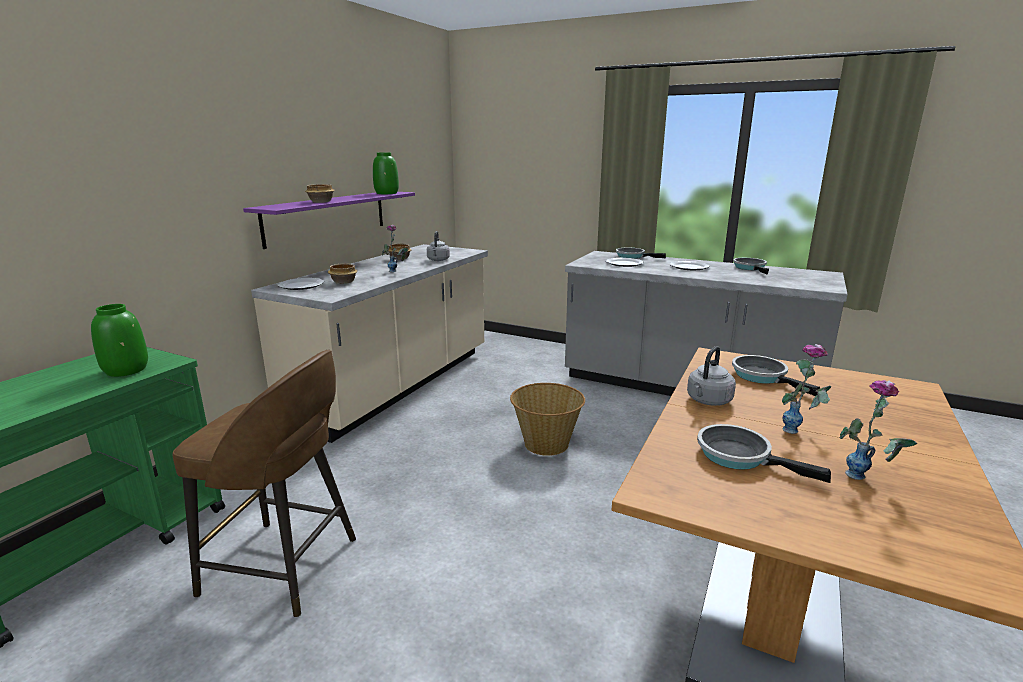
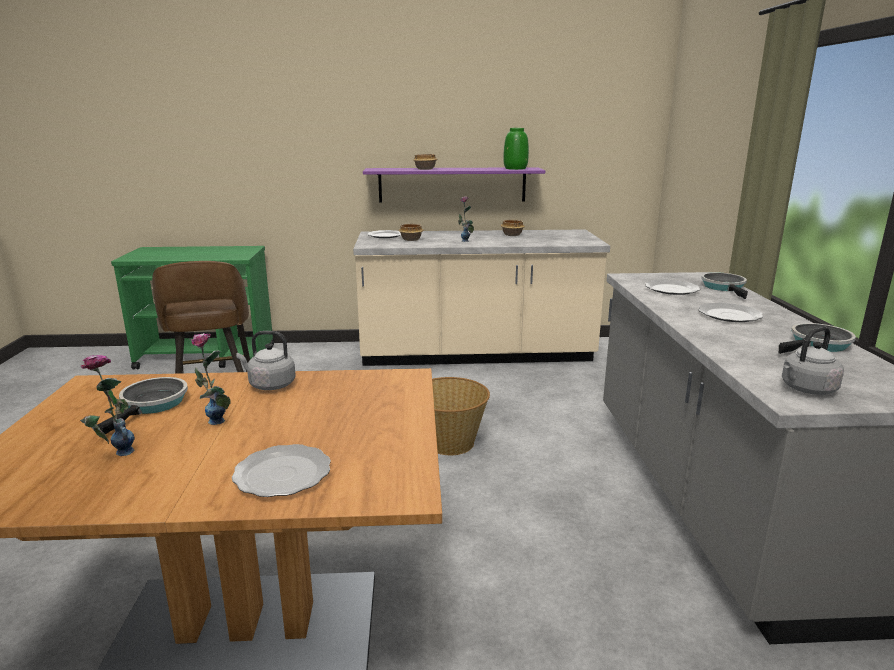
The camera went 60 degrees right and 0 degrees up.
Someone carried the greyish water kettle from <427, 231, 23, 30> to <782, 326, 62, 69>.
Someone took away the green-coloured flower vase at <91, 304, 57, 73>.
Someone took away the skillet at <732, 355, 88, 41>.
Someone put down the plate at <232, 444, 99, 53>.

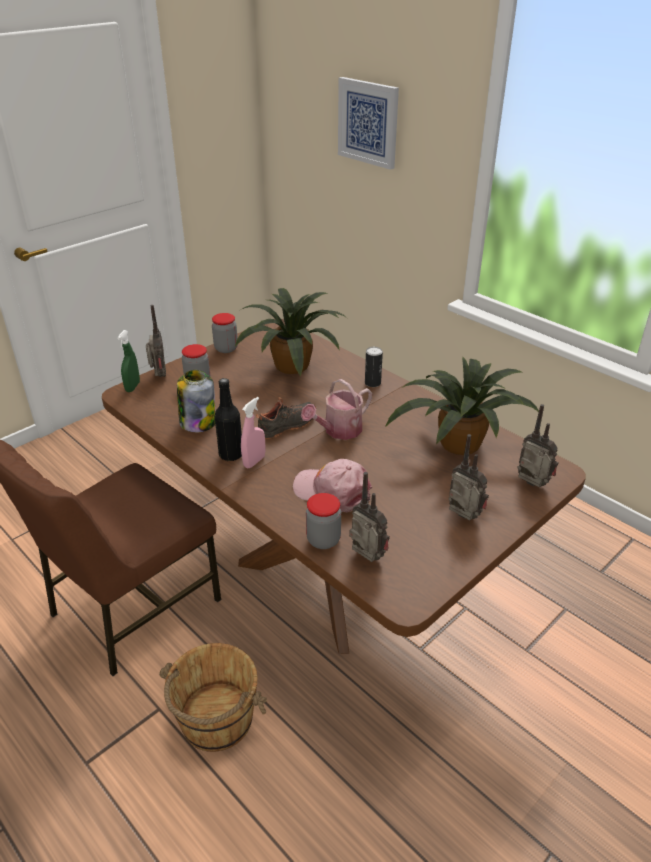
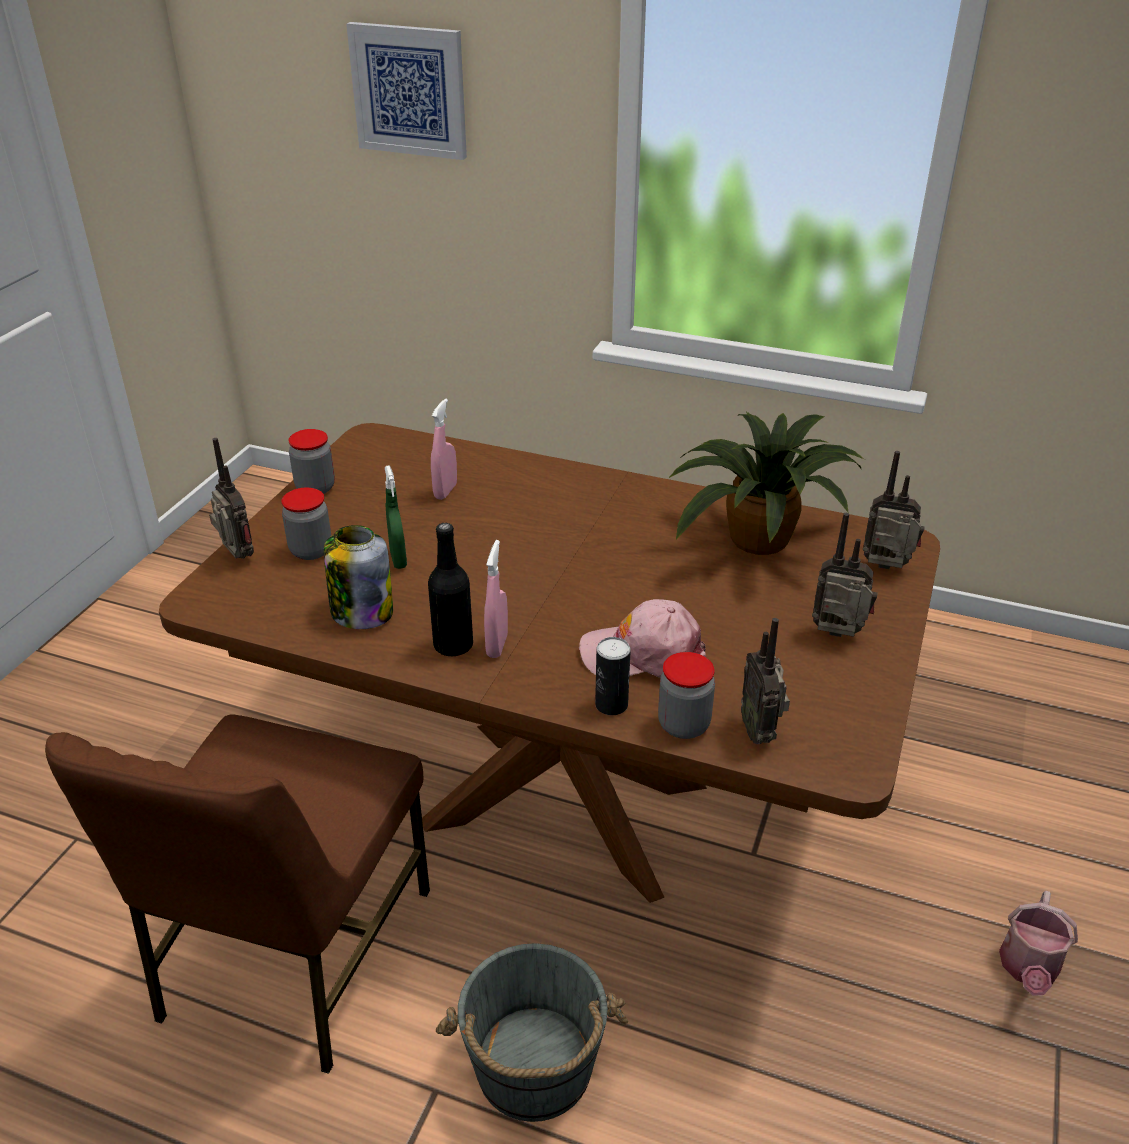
The camera went 25 degrees left and 0 degrees up.
Someone swapped the plant in a pot at <235, 288, 112, 89> for the pinkish hand sprayer at <431, 398, 26, 102>.
Someone carried the green-coloured hand sprayer from <117, 330, 23, 62> to <385, 465, 22, 104>.
Someone carried the sealed can from <365, 347, 18, 40> to <595, 637, 36, 78>.
Someone carried the watering pot from <301, 379, 71, 61> to <999, 891, 79, 105>.
Someone took away the blackish item of footwear at <256, 397, 60, 42>.
Someone rotated the radio set at <349, 472, 41, 90> by 120 degrees counterclockwise.
Someone repainted the brown pail at <159, 643, 108, 109>, which became the greyish pail at <436, 943, 192, 179>.

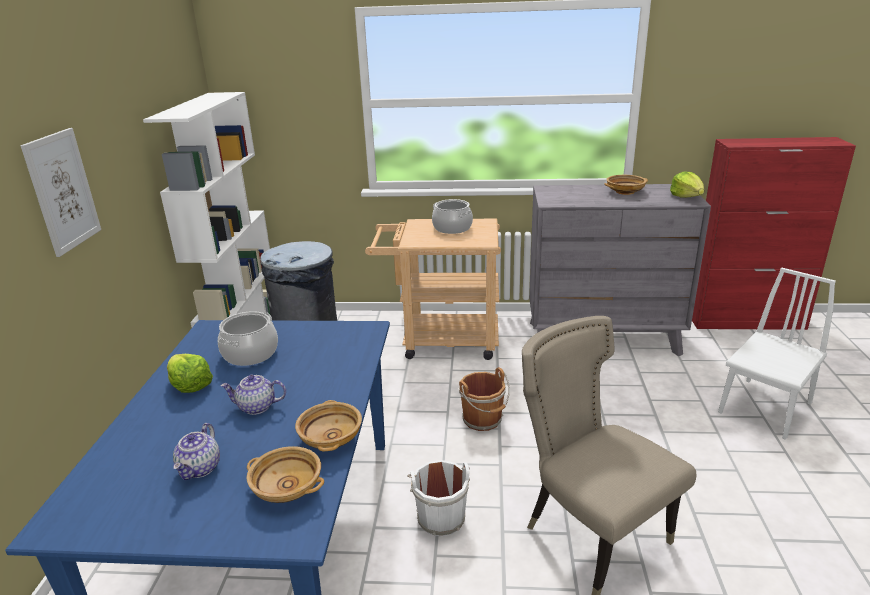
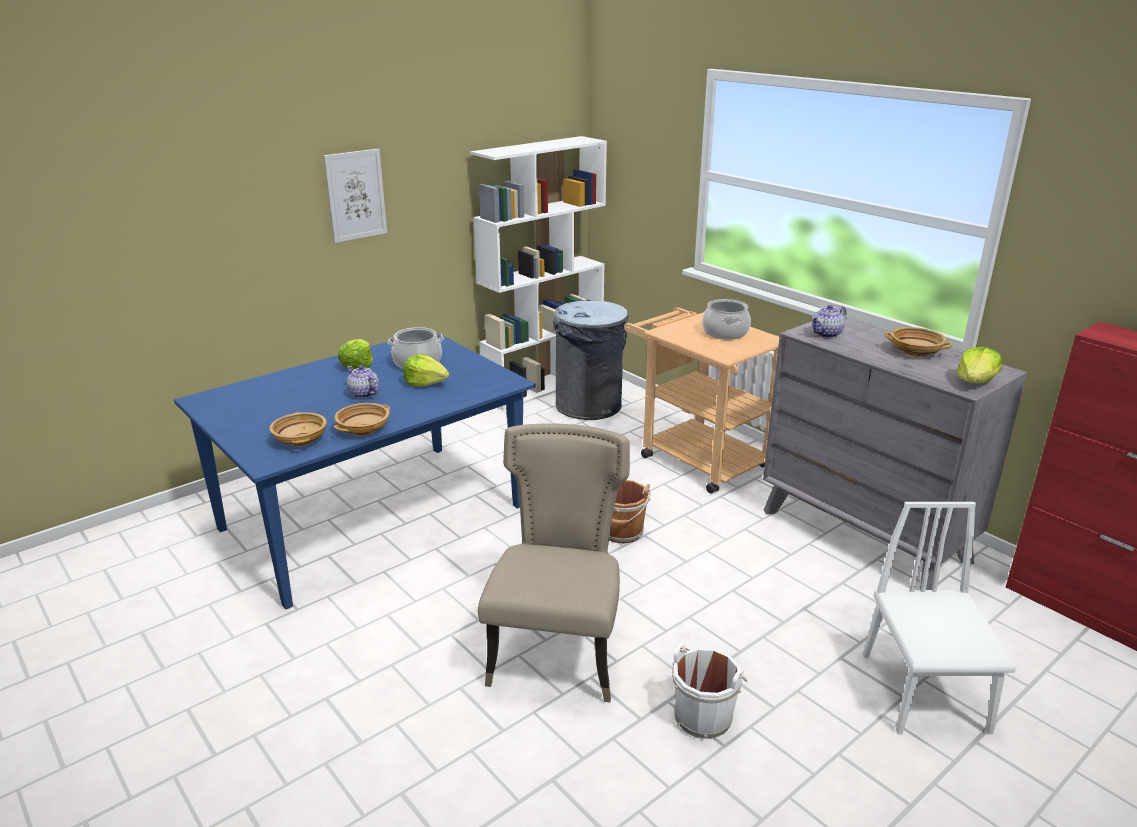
The camera went 45 degrees right and 0 degrees up.
Someone rotated the white chair at <718, 268, 118, 172> by 90 degrees counterclockwise.
Someone carried the pot for tea from <173, 423, 47, 57> to <811, 305, 36, 33>.
Someone carried the white pail from <407, 460, 63, 77> to <672, 643, 75, 96>.
Someone put down the lettuce at <403, 354, 46, 32>.

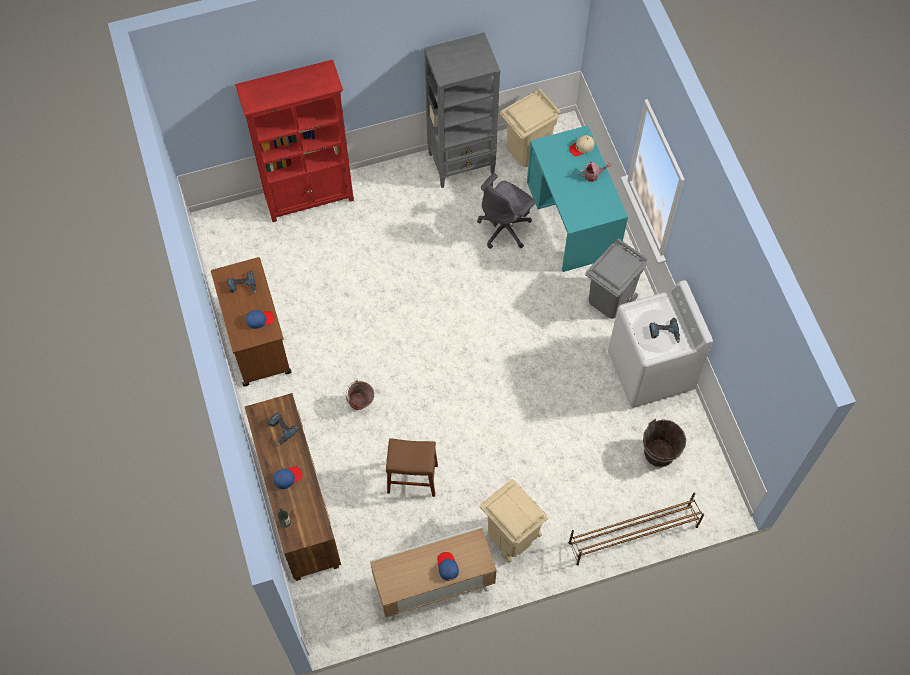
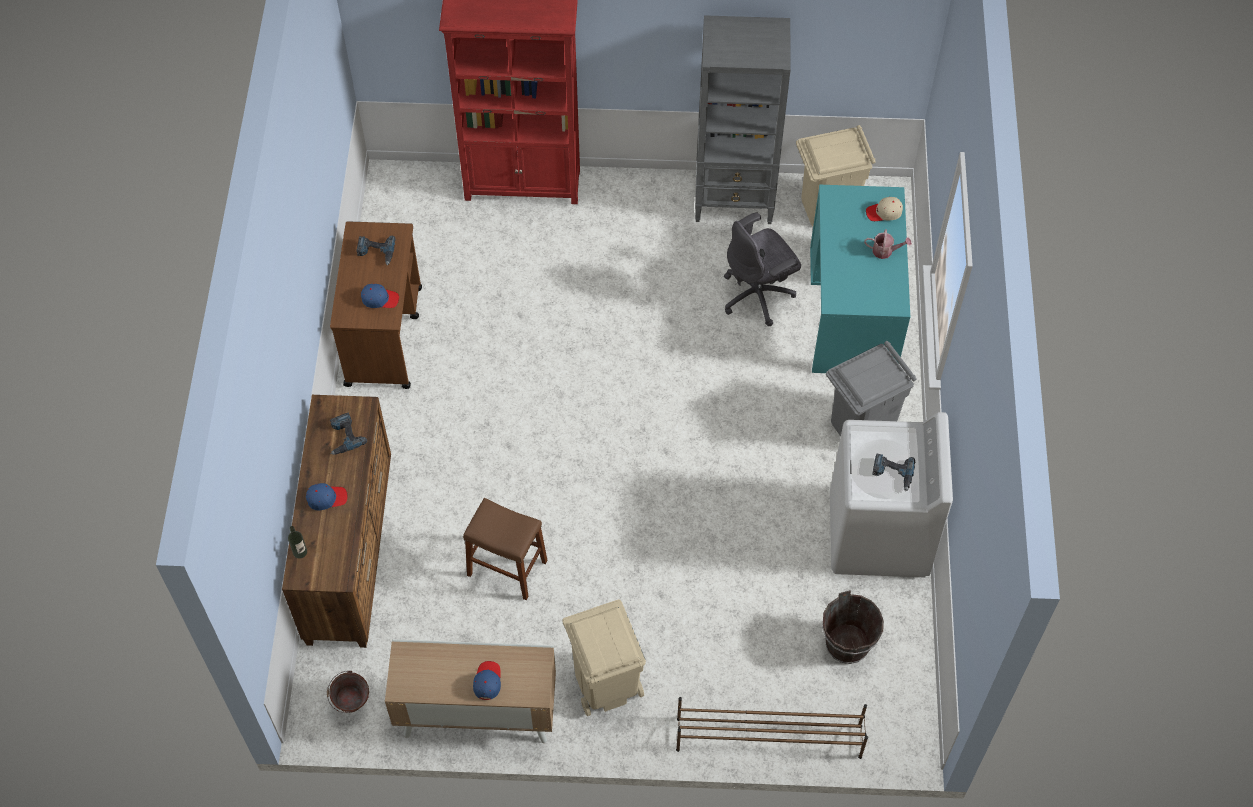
The camera went 20 degrees right and 5 degrees down.
Someone carried the pail from <346, 381, 28, 29> to <327, 671, 42, 42>.

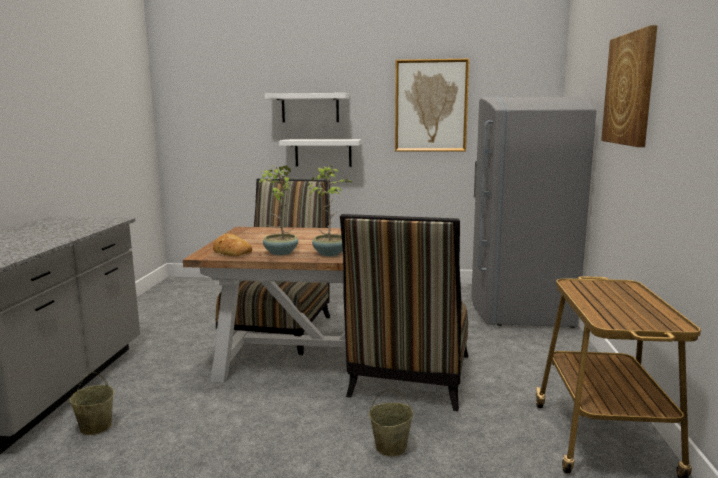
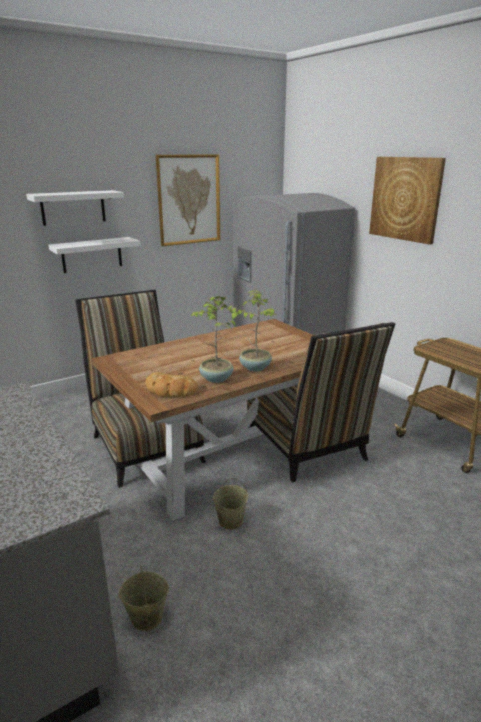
The camera went 40 degrees left and 10 degrees up.
Someone carried the beige pail from <369, 388, 44, 68> to <213, 478, 35, 52>.

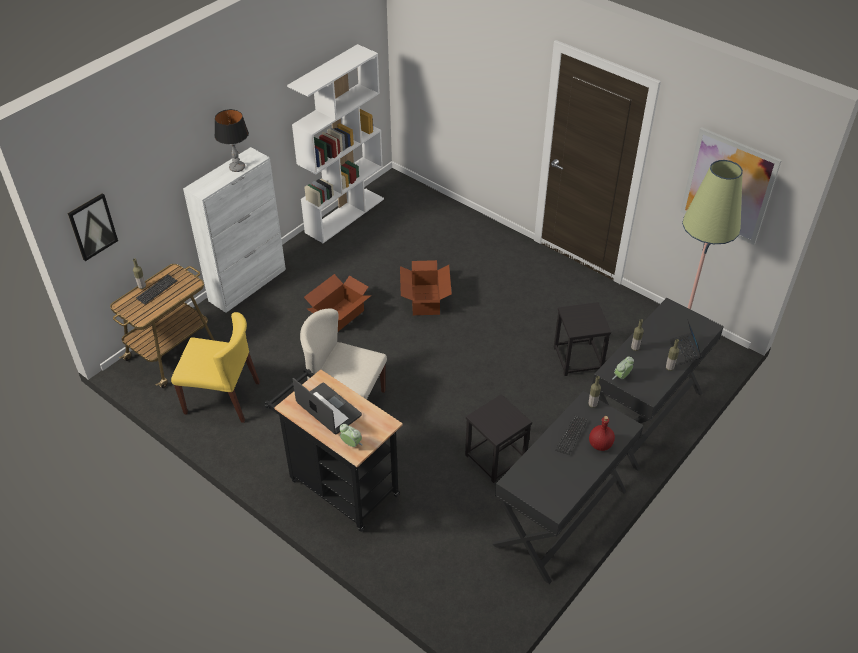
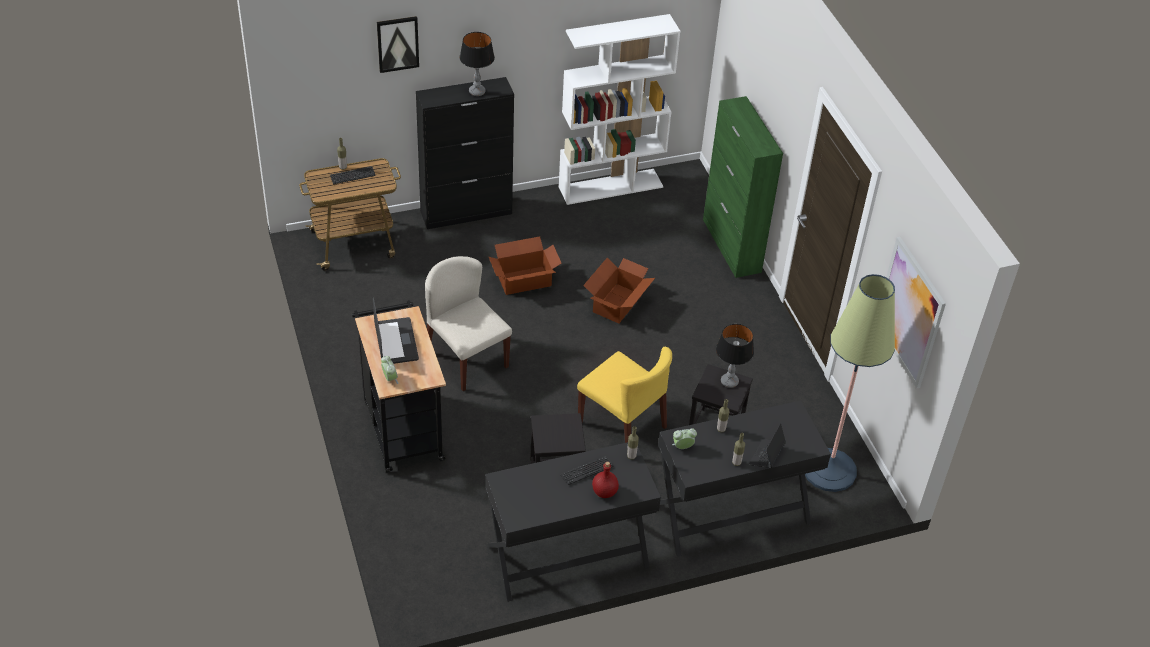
The camera went 30 degrees right and 0 degrees up.
Someone repainted the white cupboard at <183, 147, 103, 166>, which became the blackish cupboard at <416, 77, 98, 152>.
Someone carried the wall art from <67, 193, 51, 68> to <377, 16, 42, 57>.
Someone carried the yellowish chair from <171, 312, 89, 111> to <577, 347, 95, 96>.
Someone put down the green-coloured cupboard at <703, 96, 80, 182>.
Someone put down the table lamp at <716, 324, 38, 64>.

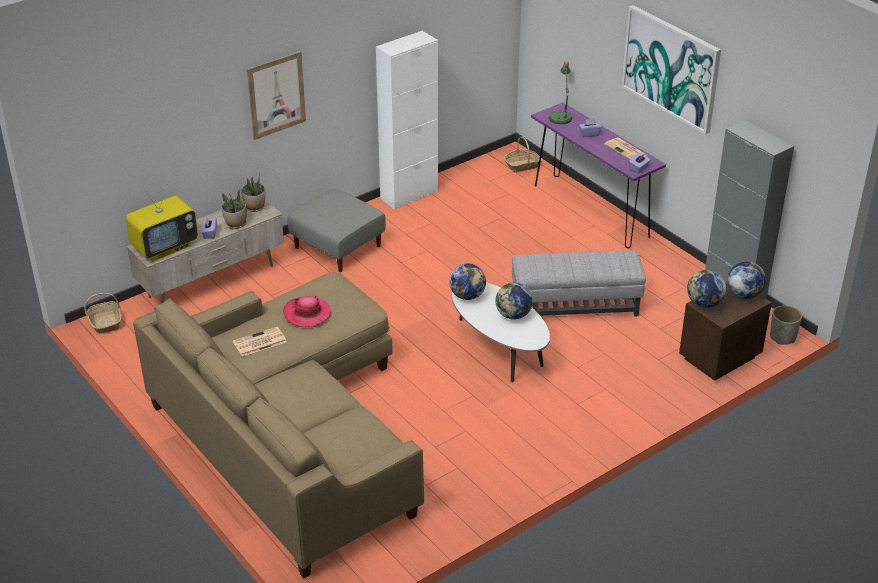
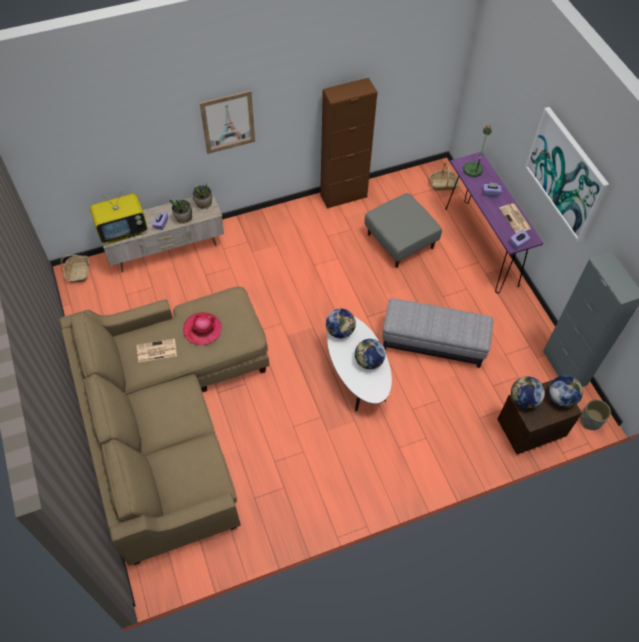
The camera went 15 degrees right and 20 degrees up.
Someone repainted the white cupboard at <376, 31, 62, 179>, which became the brown cupboard at <320, 78, 57, 131>.
Someone carried the greyish pouffe from <287, 189, 99, 83> to <365, 193, 77, 75>.

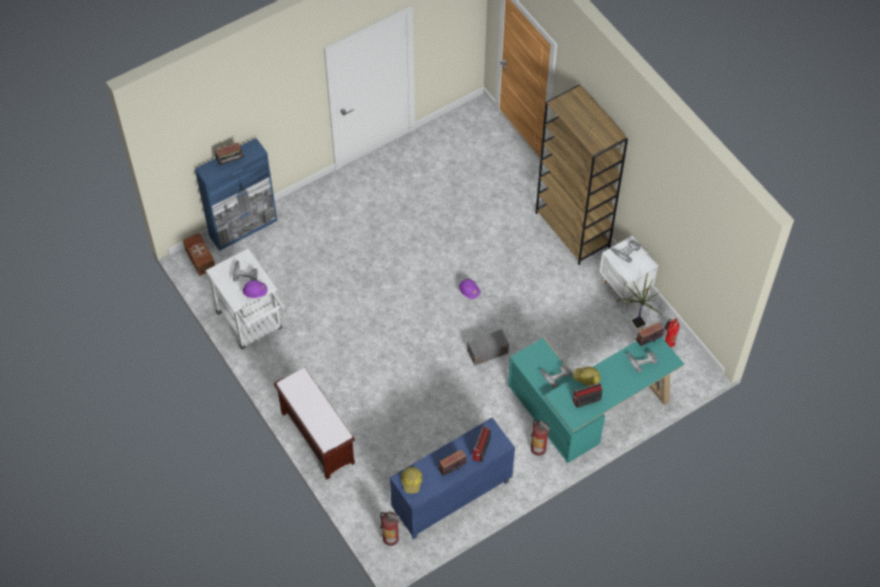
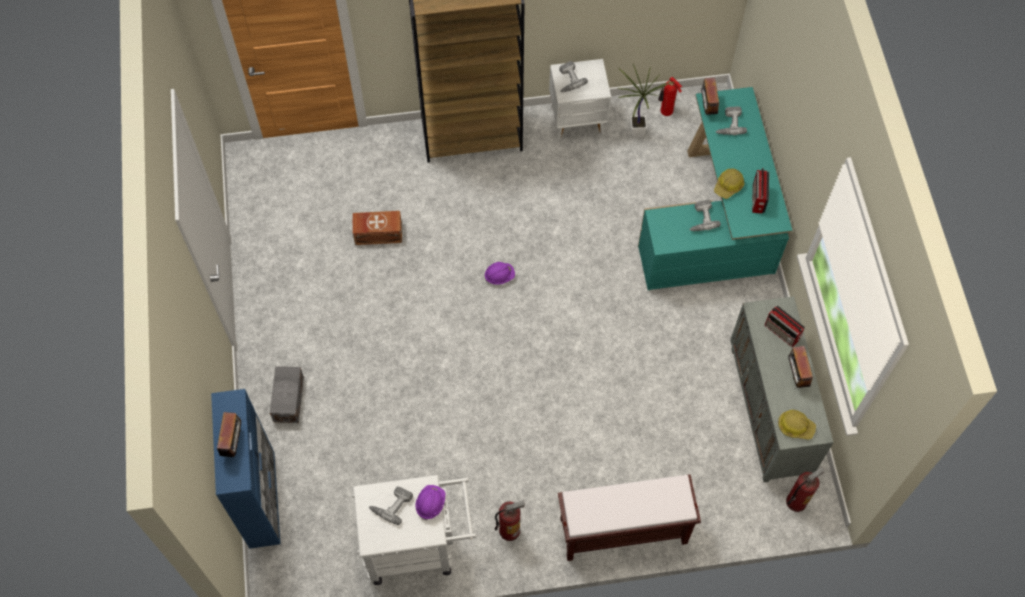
The camera went 65 degrees left and 5 degrees up.
Someone carried the brown storage container from <183, 233, 32, 43> to <353, 211, 49, 34>.
Someone carried the greyish storage container from <467, 329, 42, 37> to <270, 366, 34, 57>.
Someone repainted the blue cupboard at <390, 418, 125, 121>, which became the greyish cupboard at <730, 296, 104, 187>.
Someone carried the fire-fighting cylinder from <531, 419, 19, 37> to <495, 501, 30, 40>.

